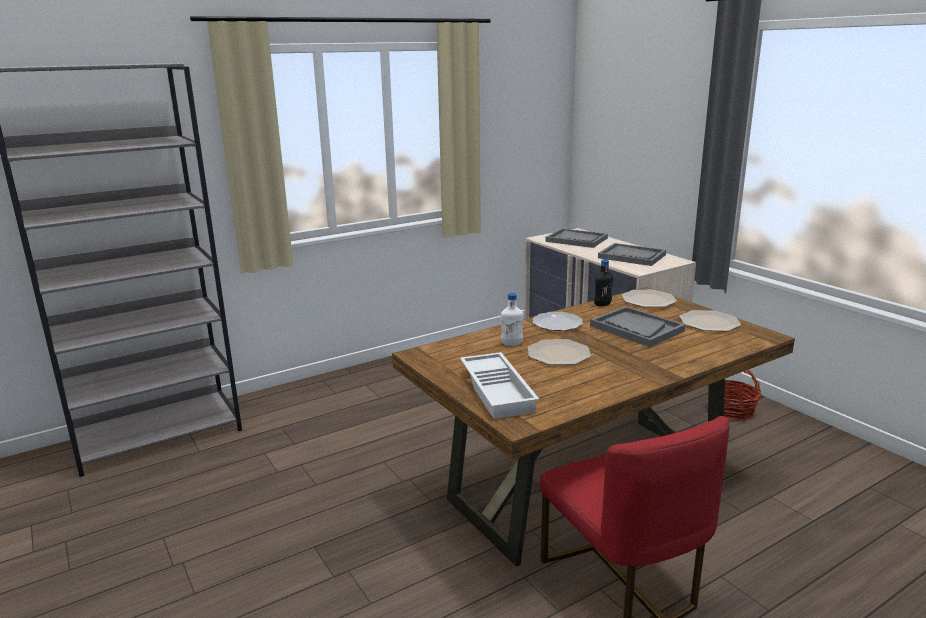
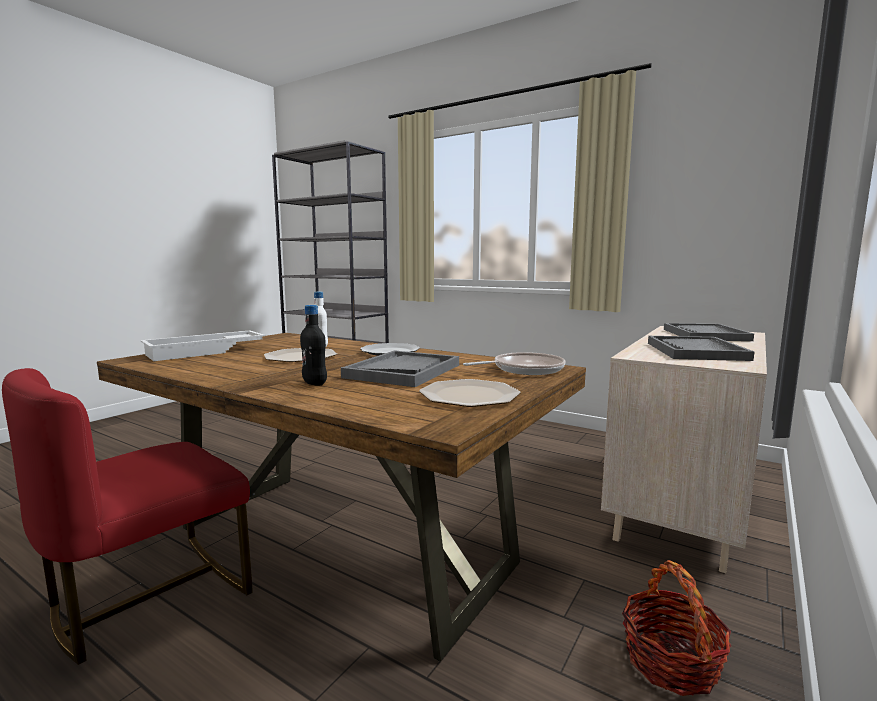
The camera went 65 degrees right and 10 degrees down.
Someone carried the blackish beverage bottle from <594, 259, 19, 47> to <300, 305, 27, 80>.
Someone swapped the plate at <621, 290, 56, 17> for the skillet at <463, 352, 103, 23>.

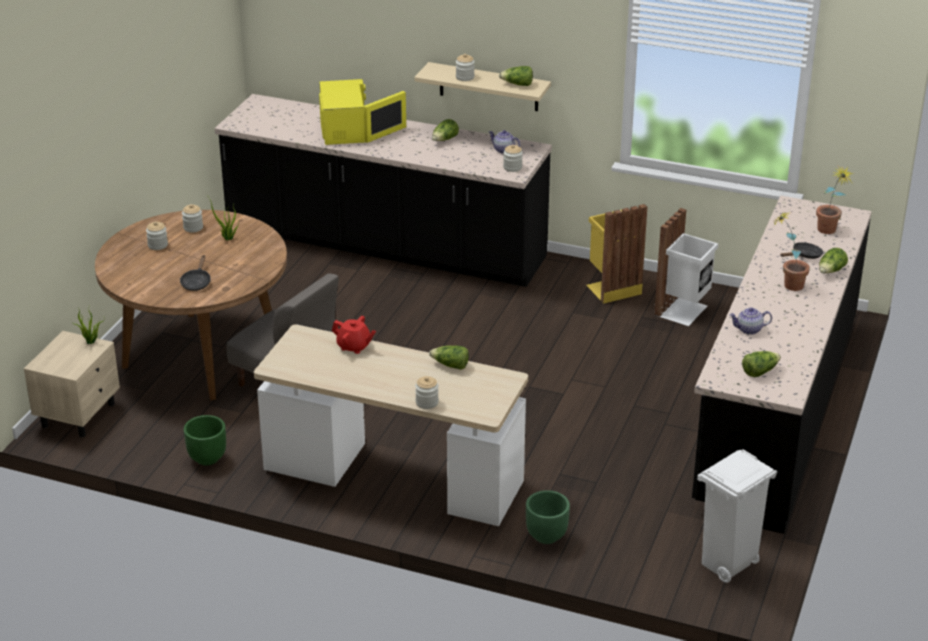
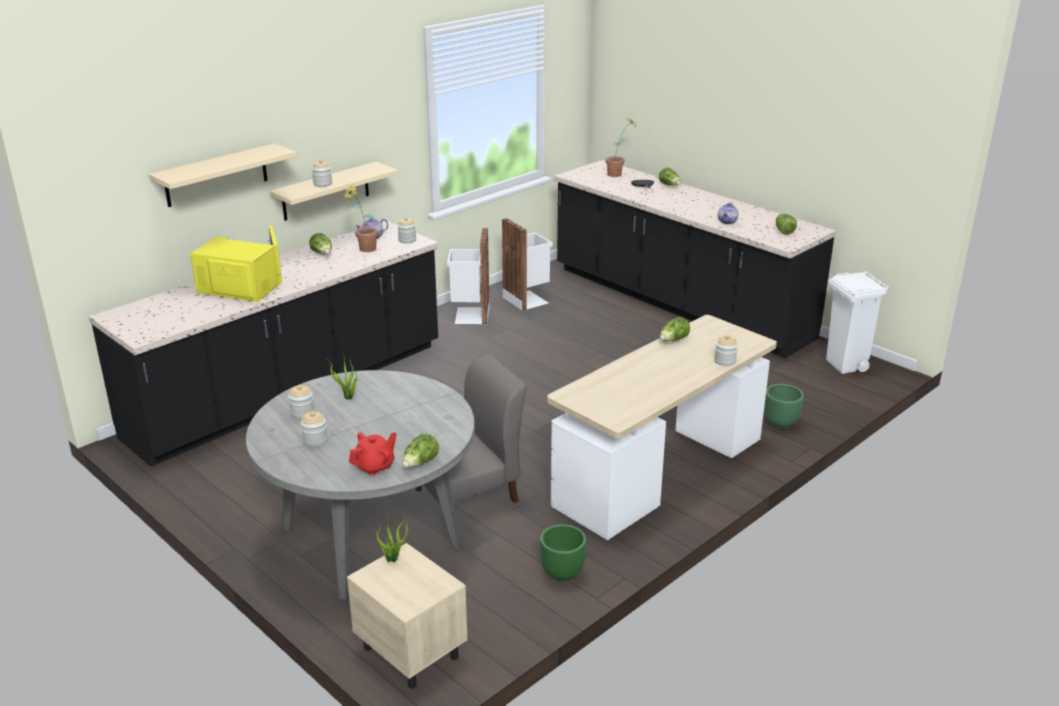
The camera went 65 degrees left and 5 degrees down.
Someone carried the lettuce from <499, 66, 34, 20> to <402, 434, 37, 34>.
Someone repainted the yellowish rubbish bin at <586, 204, 61, 100>, which became the white rubbish bin at <447, 228, 43, 96>.
Someone repainted the brown dinner table at <95, 210, 192, 190>, which became the greyish dinner table at <246, 370, 229, 230>.
Someone carried the plant in a pot from <774, 212, 36, 79> to <342, 183, 36, 69>.
Someone took away the blackish skillet at <180, 255, 31, 36>.
Someone carried the reddish pot for tea from <332, 316, 44, 38> to <349, 432, 48, 44>.
Someone put up the beige wall shelf at <149, 143, 148, 64>.

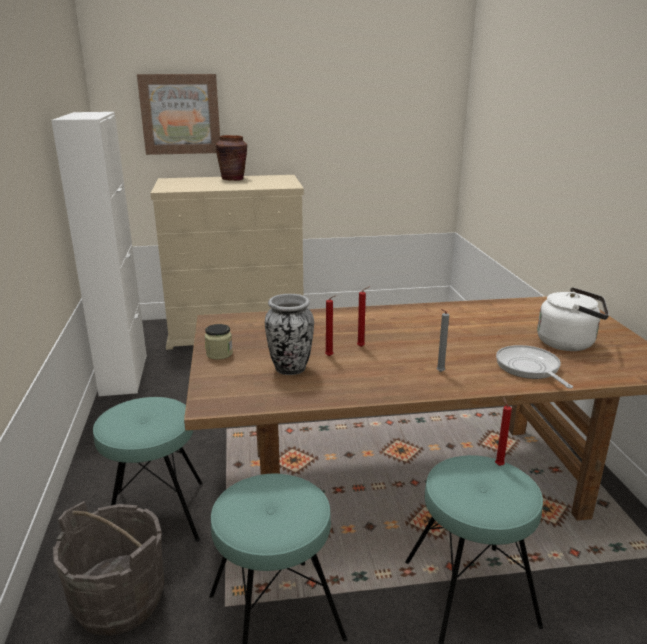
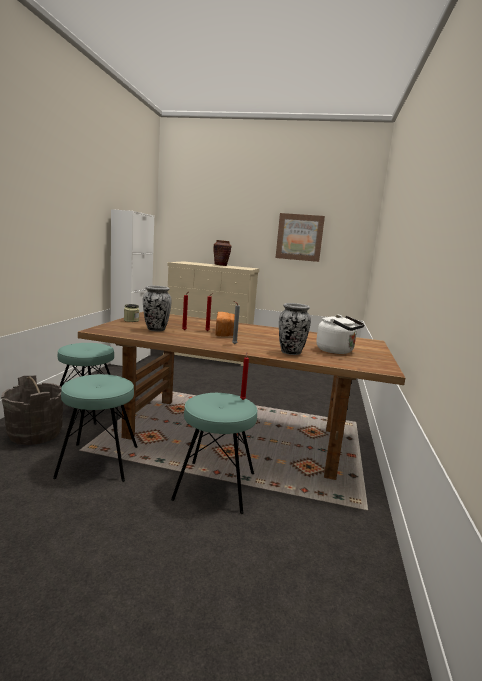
The camera went 20 degrees right and 10 degrees down.
Someone carried the wall art from <137, 74, 83, 81> to <276, 213, 49, 49>.
Someone swapped the skillet at <496, 345, 77, 44> for the flower vase at <279, 303, 32, 52>.
Someone put down the bakery bread at <216, 312, 19, 24>.

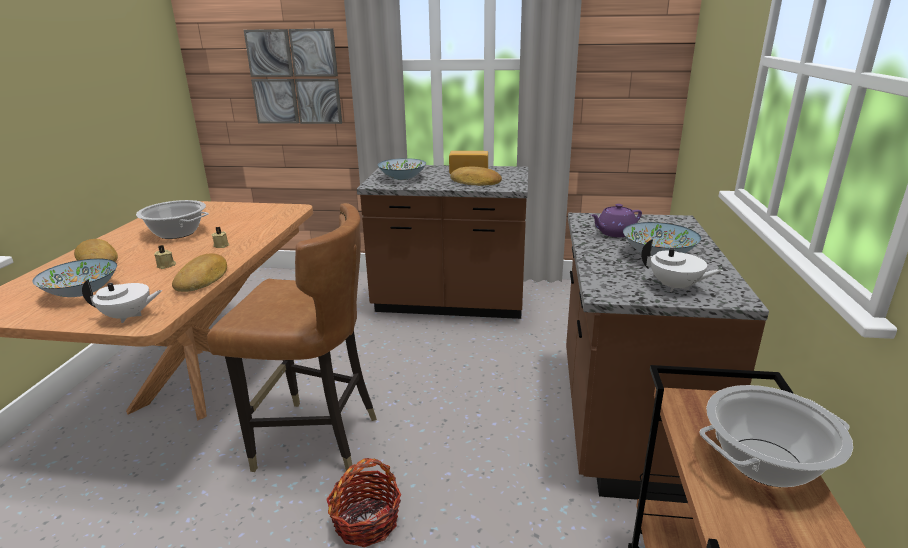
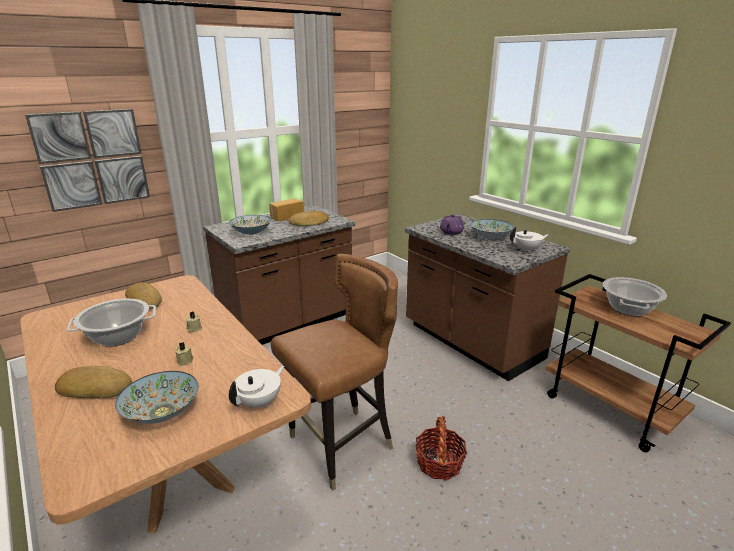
The camera went 45 degrees left and 0 degrees up.
Someone carried the bakery bread from <172, 253, 55, 39> to <125, 282, 37, 28>.

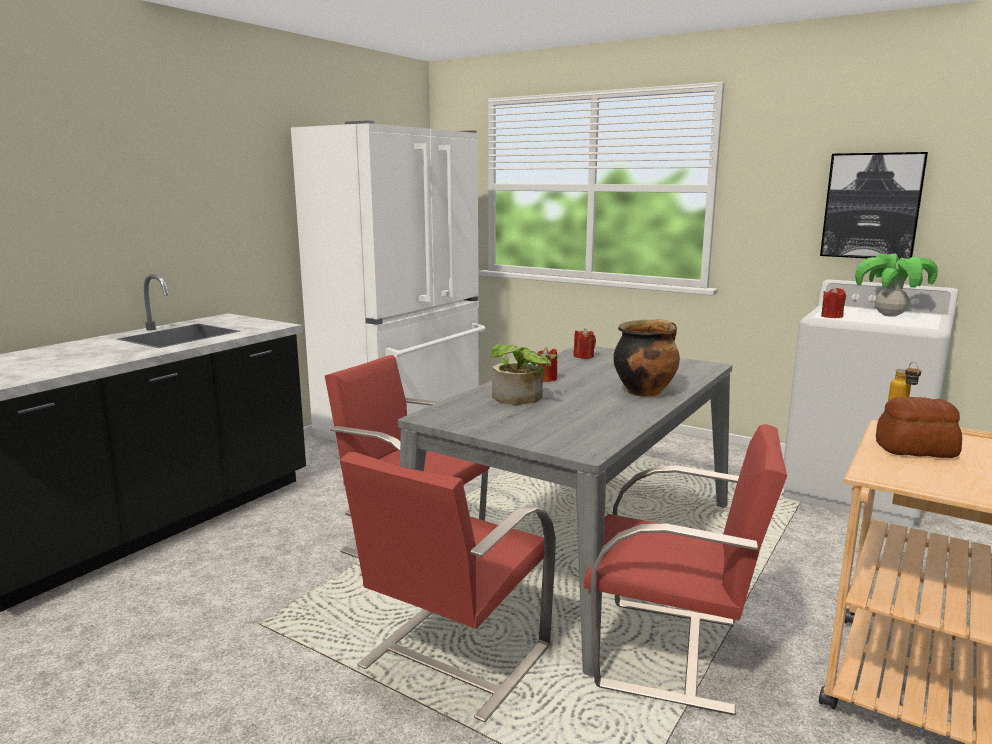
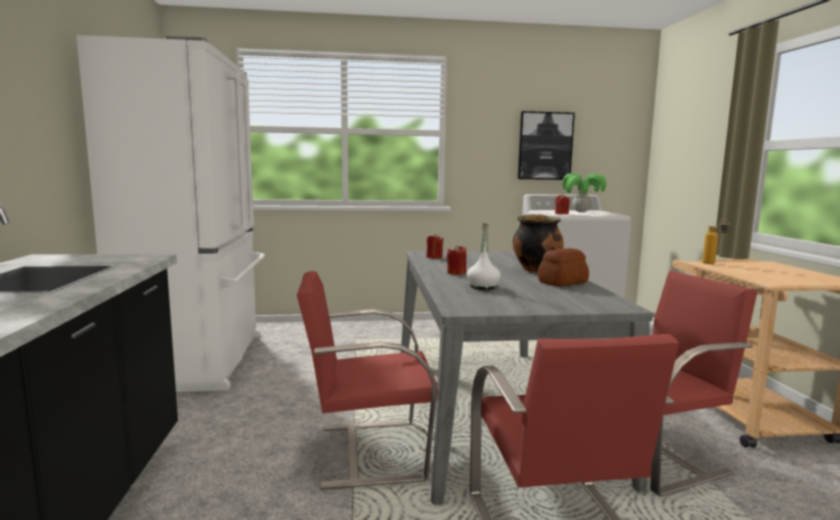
The camera went 40 degrees left and 5 degrees down.
Someone swapped the plant in a pot at <490, 344, 67, 61> for the white beverage bottle at <467, 223, 34, 67>.
Someone carried the bakery bread from <876, 397, 86, 61> to <538, 248, 51, 38>.

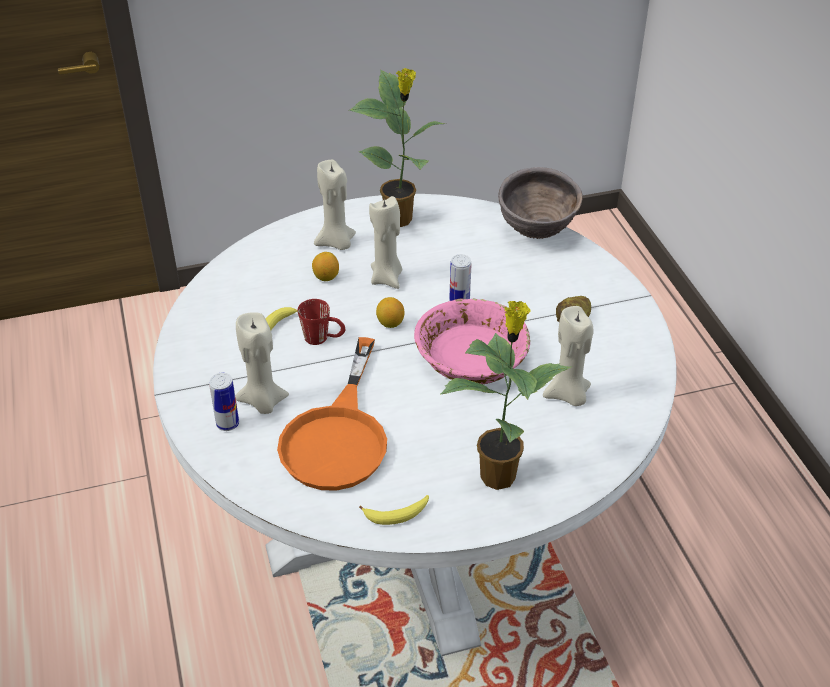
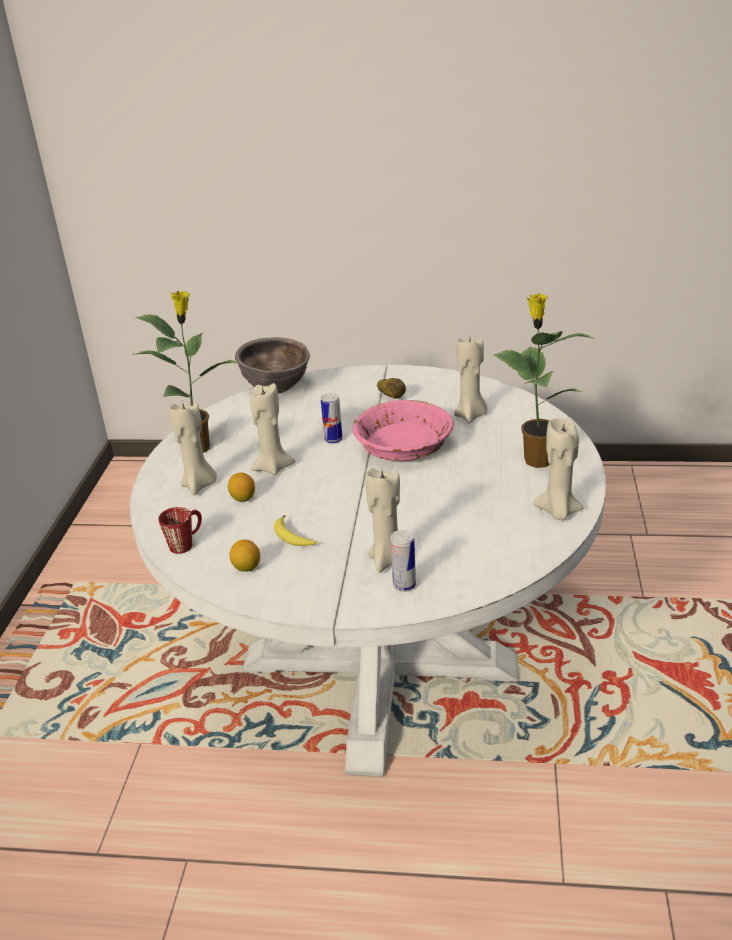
The camera went 65 degrees left and 10 degrees down.
Someone carried the whole lemon from <376, 297, 28, 31> to <229, 540, 31, 32>.
Someone carried the reddish coffee mug from <298, 299, 47, 46> to <158, 507, 44, 47>.
Someone took away the orange skillet at <277, 337, 110, 154>.
Someone swapped the banana at <359, 495, 70, 30> for the beige candle at <533, 418, 51, 102>.

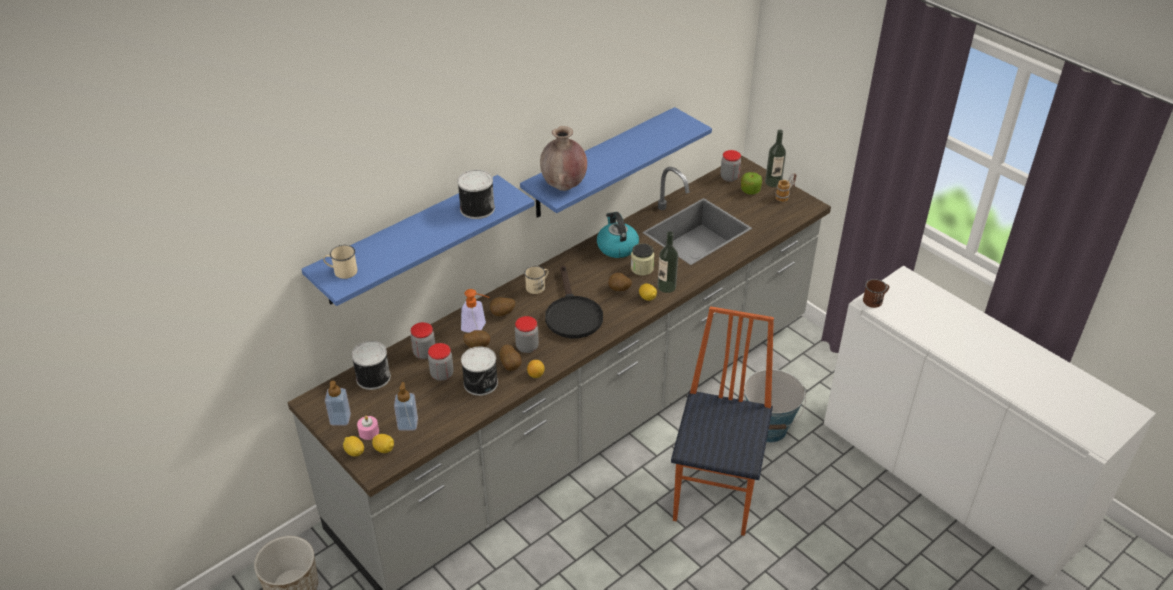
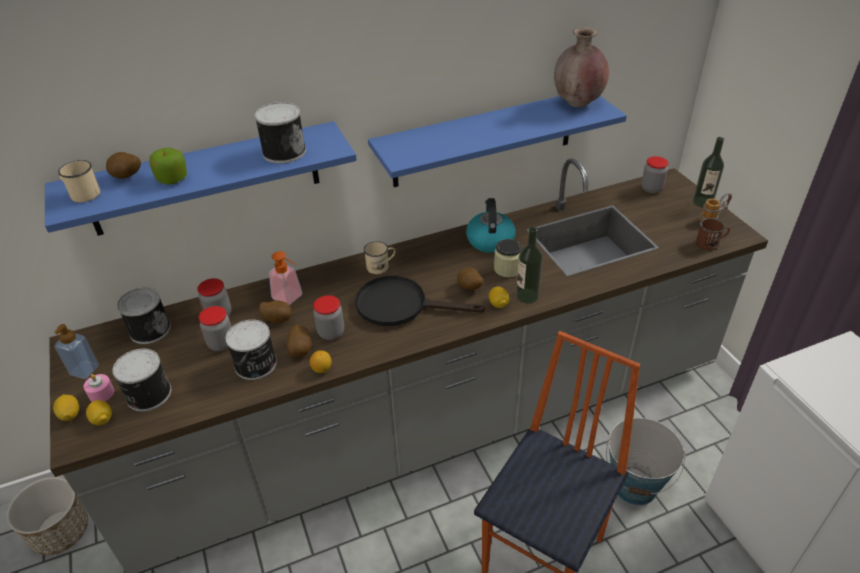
The camera went 20 degrees right and 0 degrees up.
Someone carried the brown flower vase from <540, 126, 47, 65> to <554, 27, 55, 80>.
Someone carried the whole apple from <741, 172, 21, 23> to <149, 148, 38, 37>.
Someone rotated the blackish skillet at <545, 265, 58, 73> by 90 degrees clockwise.
Someone carried the brown coffee mug from <863, 279, 26, 29> to <696, 218, 34, 32>.
Someone carried the whole potato from <490, 297, 25, 19> to <106, 152, 35, 27>.
Someone swapped the soap dispenser at <394, 382, 24, 49> for the sealed can at <112, 349, 59, 62>.

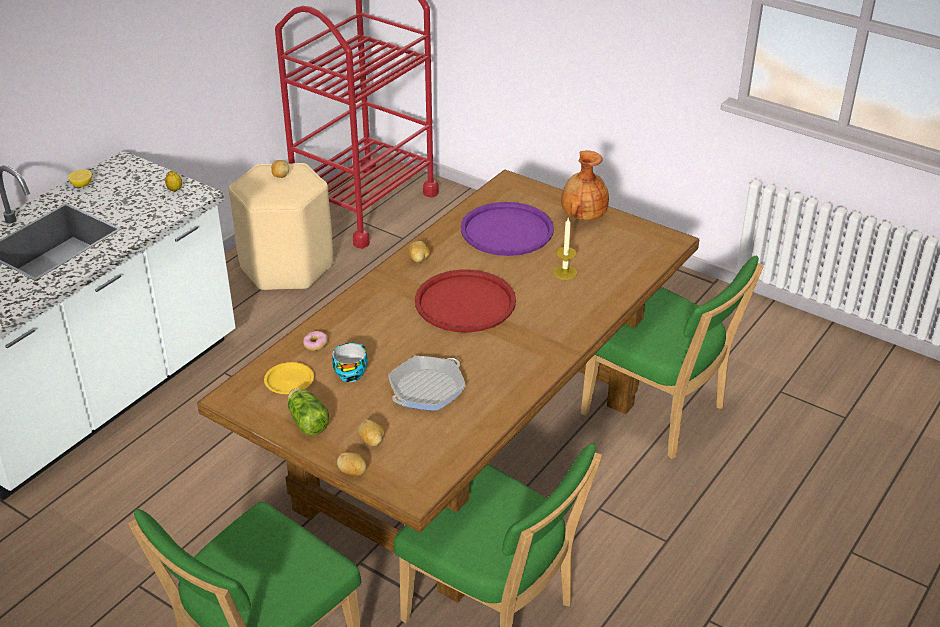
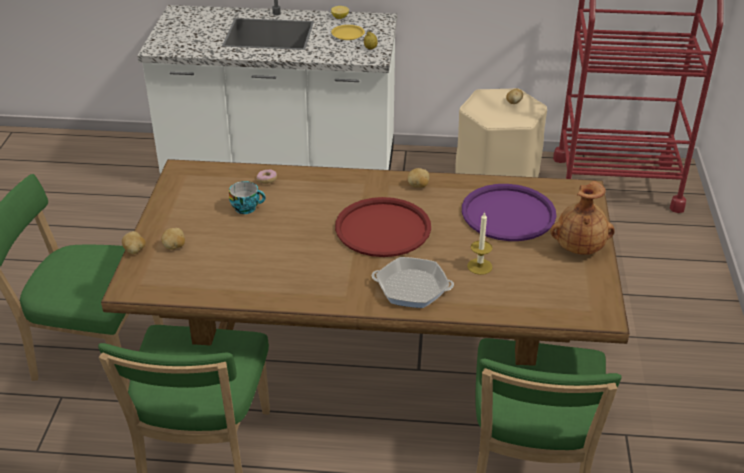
The camera went 60 degrees right and 0 degrees up.
Someone carried the skillet from <388, 356, 78, 55> to <372, 257, 82, 51>.
Someone carried the yellowish plate from <264, 362, 50, 32> to <331, 25, 34, 15>.
Someone took away the lettuce at <288, 388, 41, 48>.

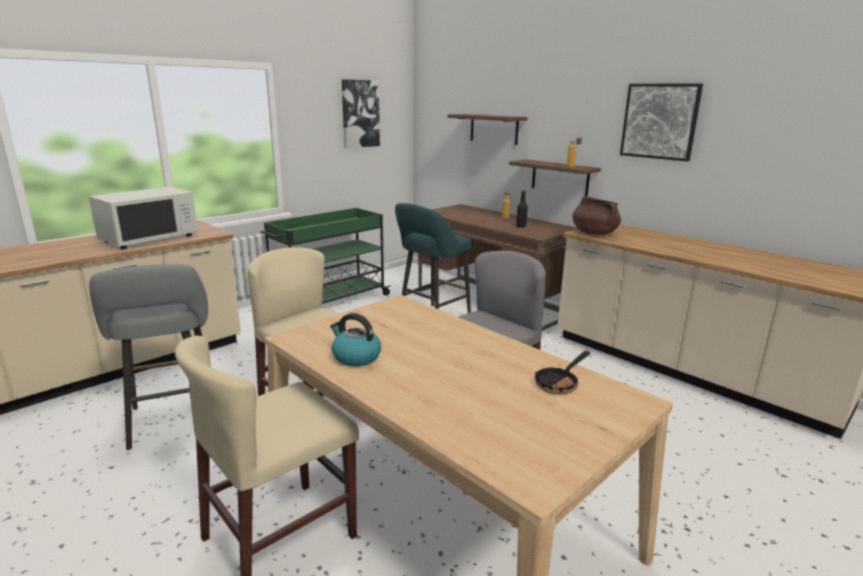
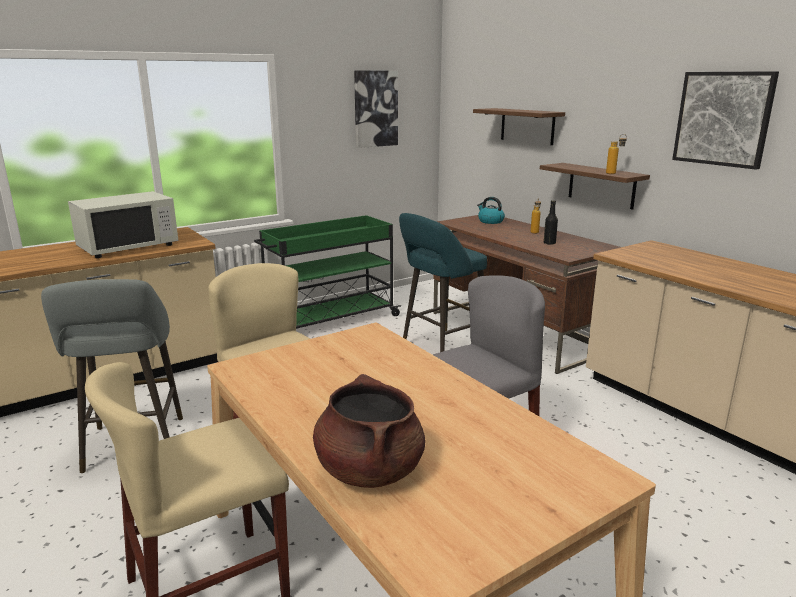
The camera went 10 degrees right and 0 degrees up.
Someone carried the brown stockpot from <573, 196, 48, 39> to <313, 374, 113, 114>.
Someone carried the water kettle from <330, 313, 51, 53> to <477, 197, 28, 27>.
Someone took away the skillet at <535, 351, 55, 43>.

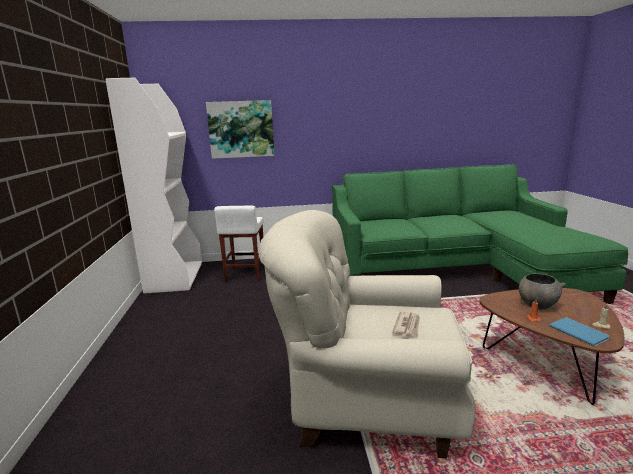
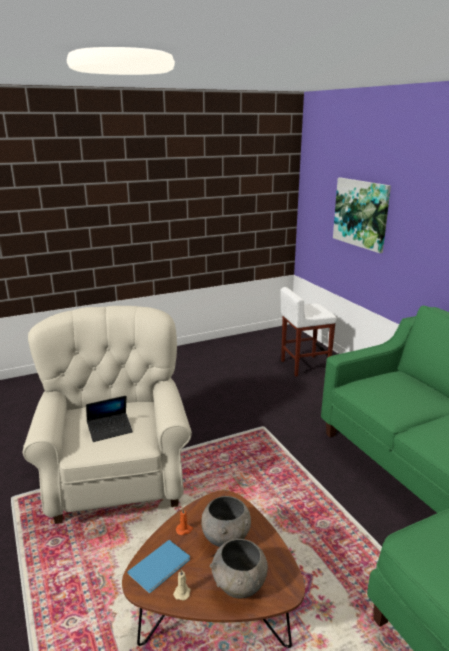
The camera went 70 degrees right and 5 degrees up.
Someone took away the white shelving unit at <105, 78, 97, 216>.
Someone swapped the printed paper at <392, 311, 28, 26> for the notebook computer at <86, 396, 47, 46>.
Someone put down the greyish serving bowl at <210, 539, 58, 60>.

